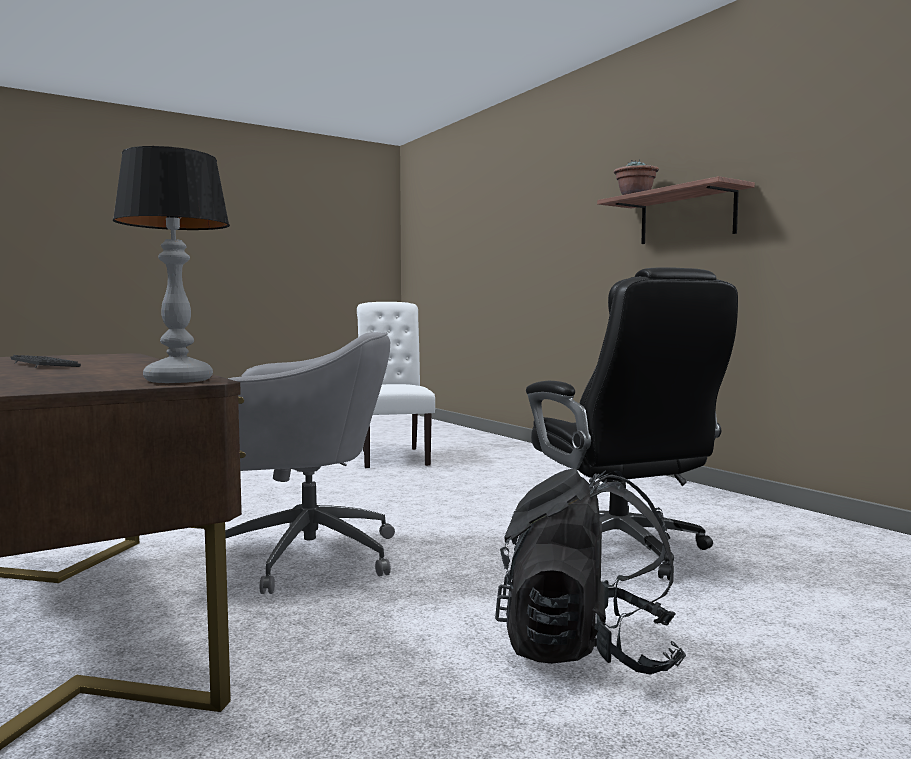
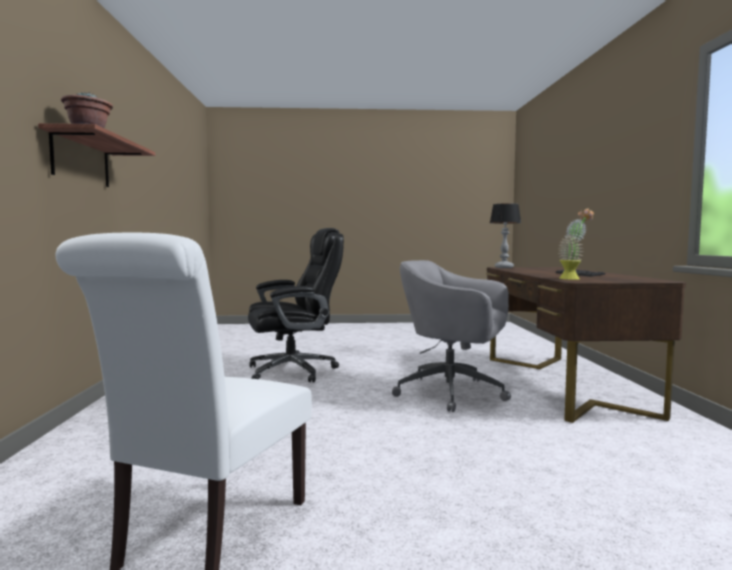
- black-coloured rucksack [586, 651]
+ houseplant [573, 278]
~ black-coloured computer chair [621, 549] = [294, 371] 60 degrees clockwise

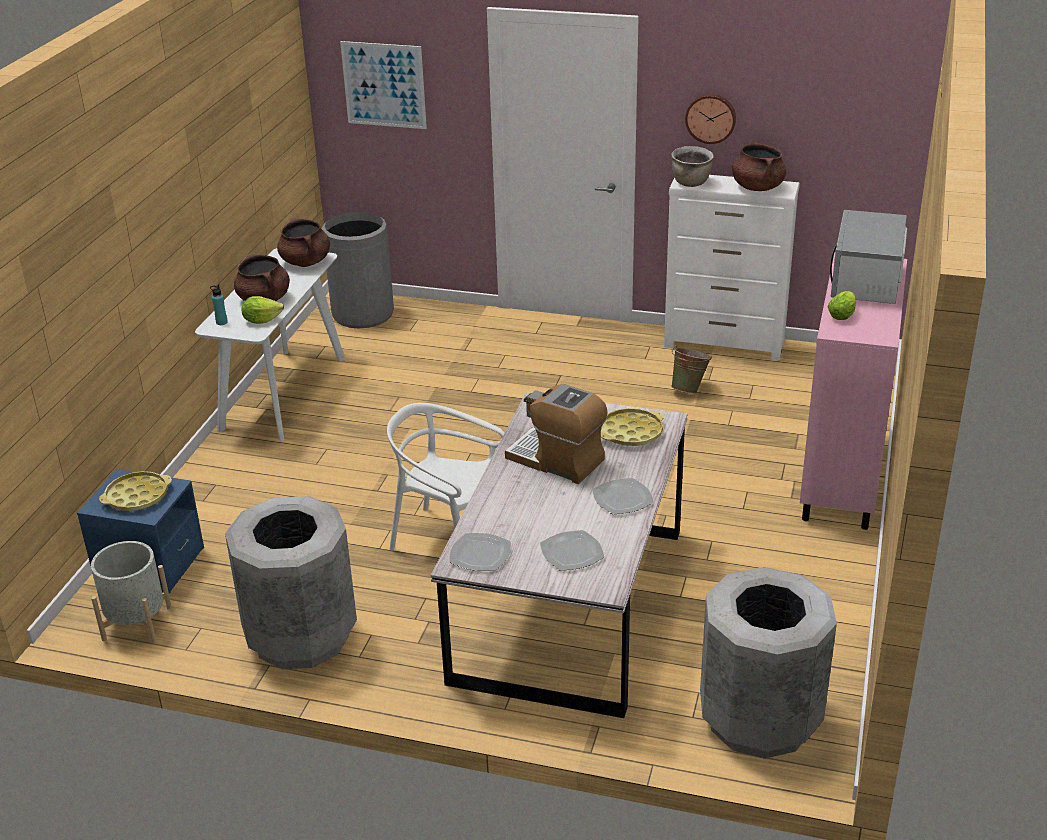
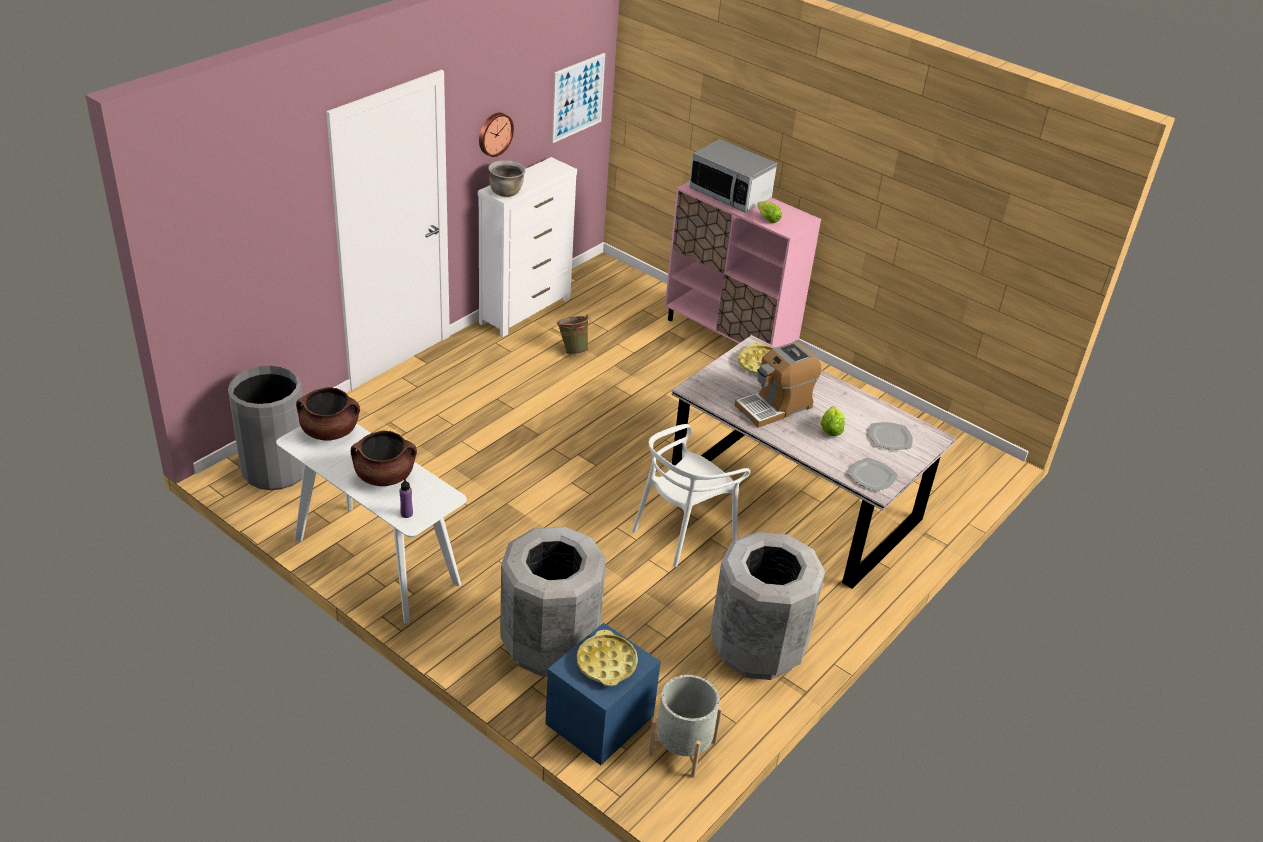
- dinner plate [623, 498]
- brown stockpot [757, 187]
~ lettuce [261, 320] to [830, 430]
~ picture [384, 85] to [578, 97]
~ greyish trash can [760, 719] to [550, 644]
~ blue-green bottle [221, 322] to purple-coloured bottle [406, 514]

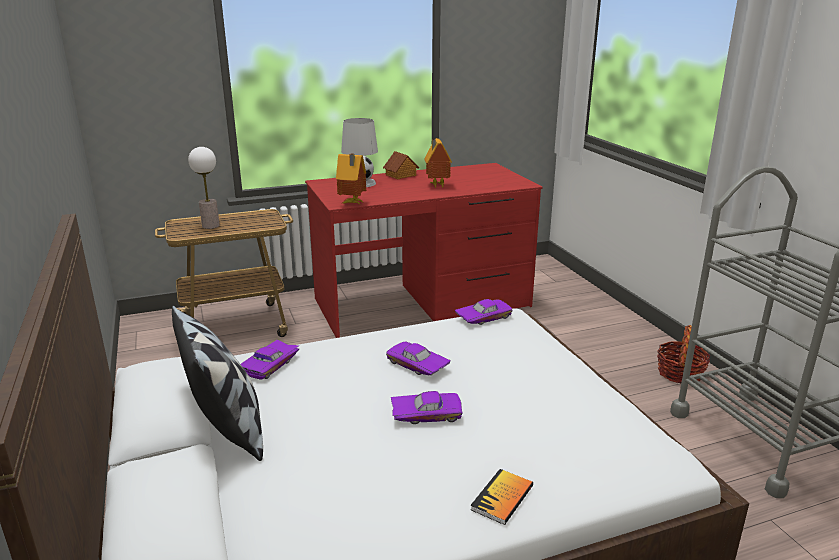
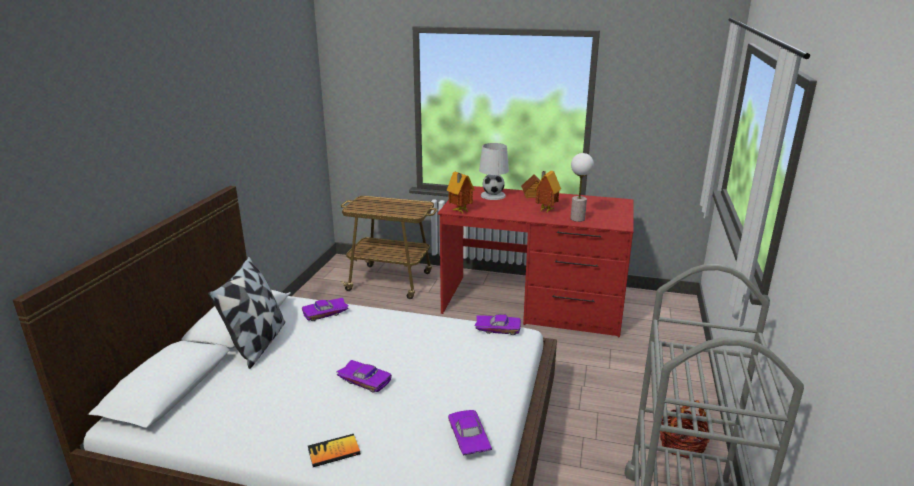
~ lamp for a table [211, 226] to [577, 219]
~ purple-coloured miniature car [416, 366] to [467, 438]

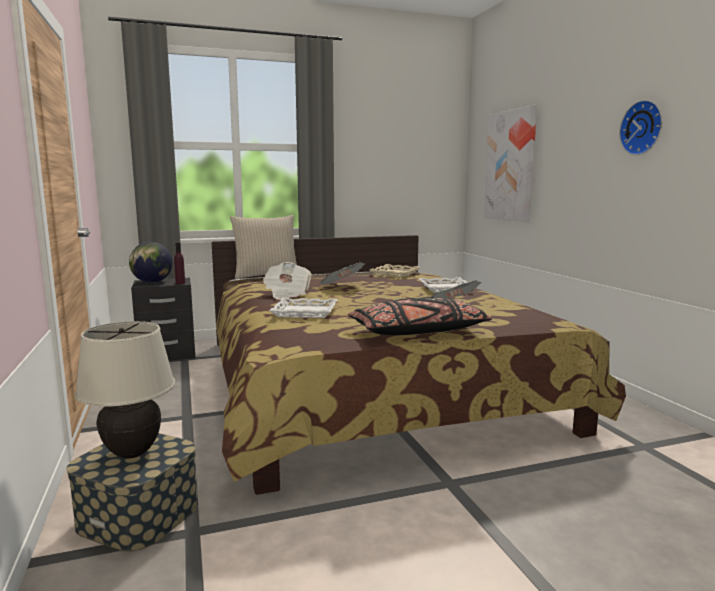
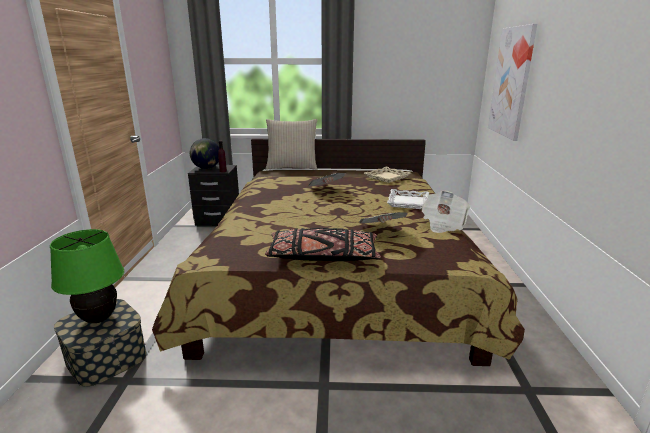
- white serving tray [304, 312]
- hanging clock [643, 128]
~ daily paper [287, 294] to [443, 224]
~ beige lamp for a table [132, 453] to green-coloured lamp for a table [99, 318]

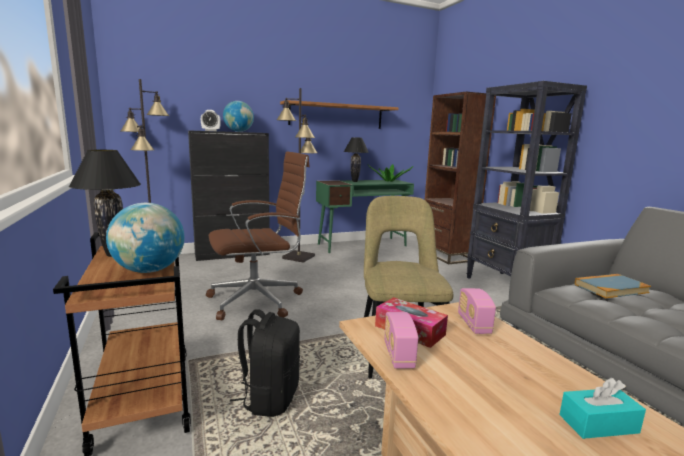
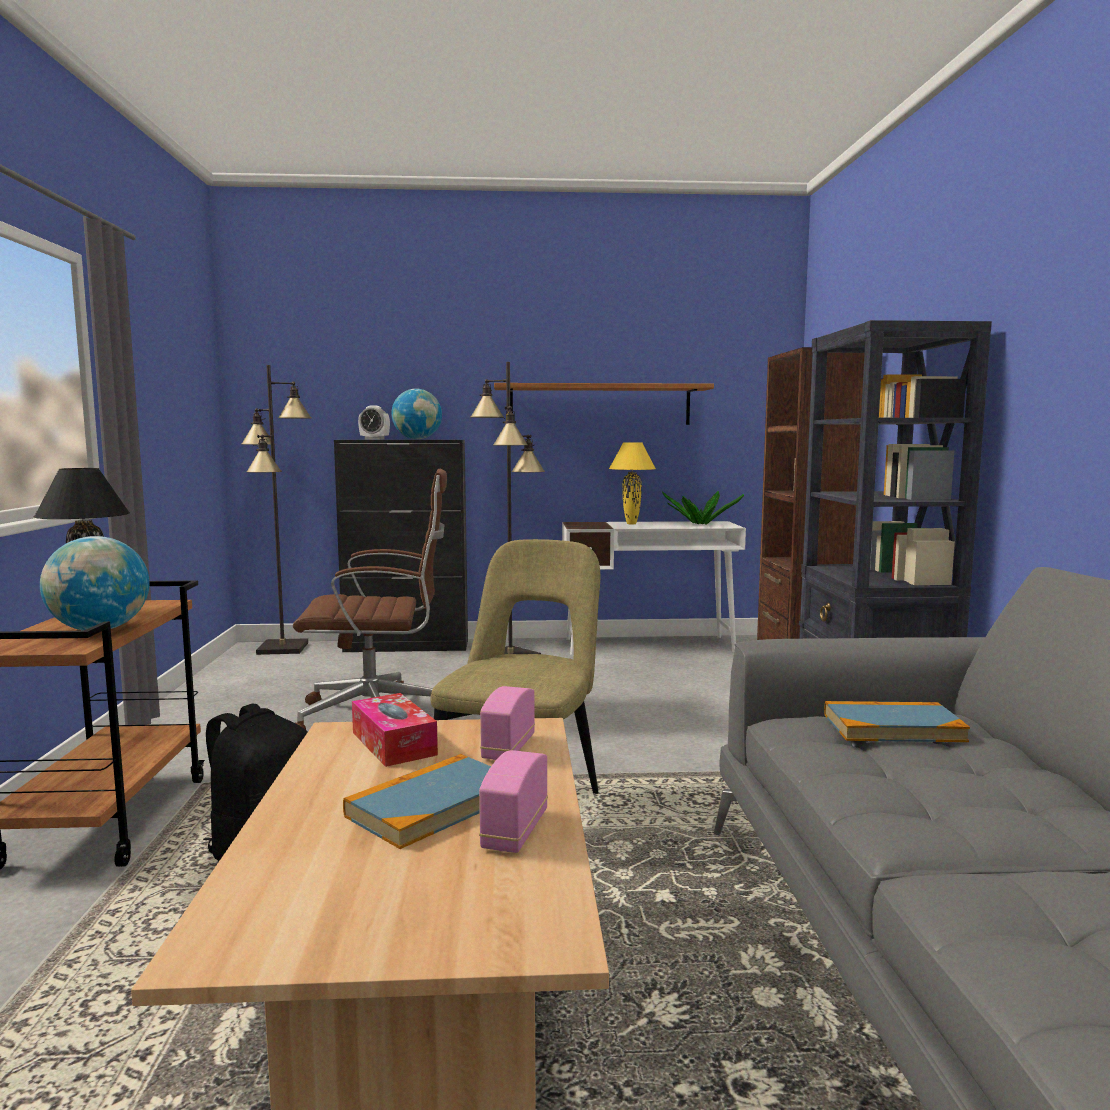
- blue-green tissue box [598, 424]
+ volume [432, 805]
~ radio receiver [398, 355] to [515, 831]
~ green-coloured desk [362, 245] to white desk [649, 645]
~ black-coloured lamp for a table [355, 181] to yellowish lamp for a table [631, 524]

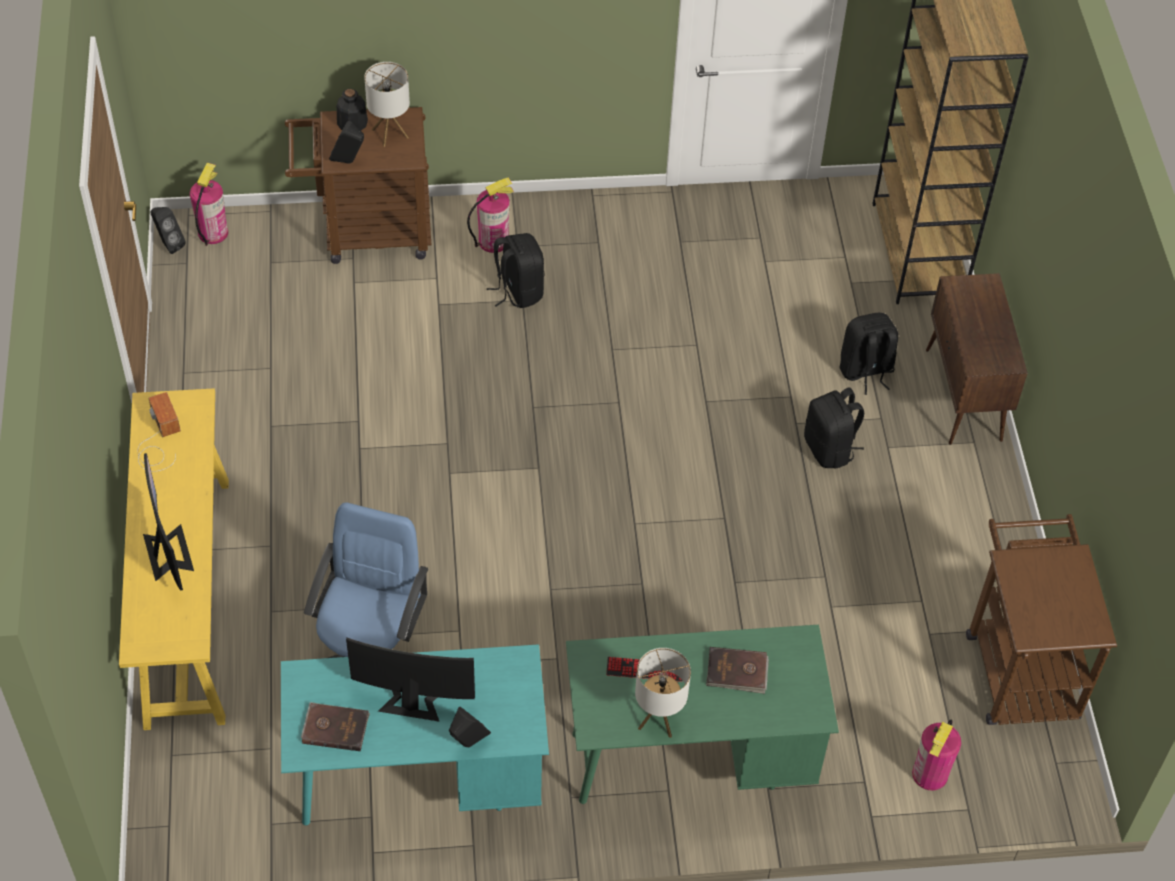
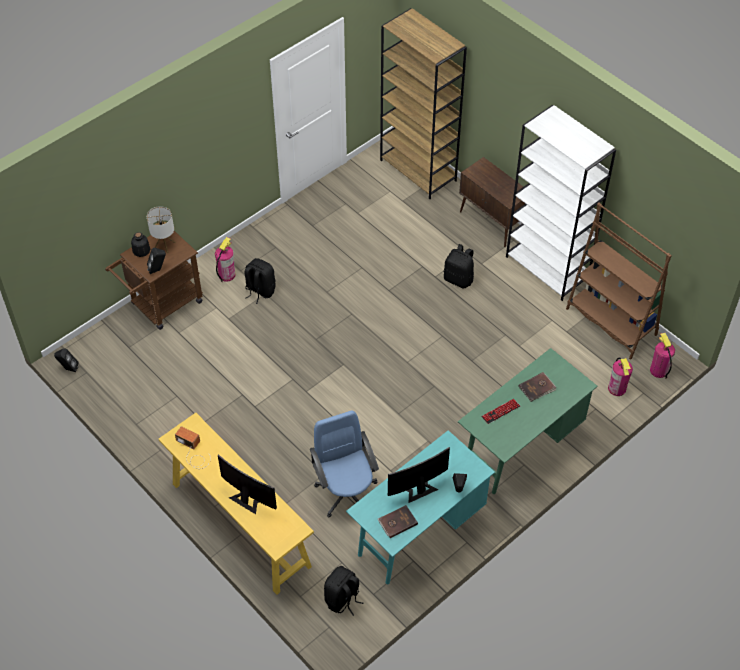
- lamp for a table [658, 718]
+ white bookshelf [547, 268]
~ fire extinguisher [213, 233] to [658, 370]
~ black-coloured rucksack [865, 371] to [342, 599]
~ brown wheeled cart [1019, 665] to brown bookshelf [611, 322]

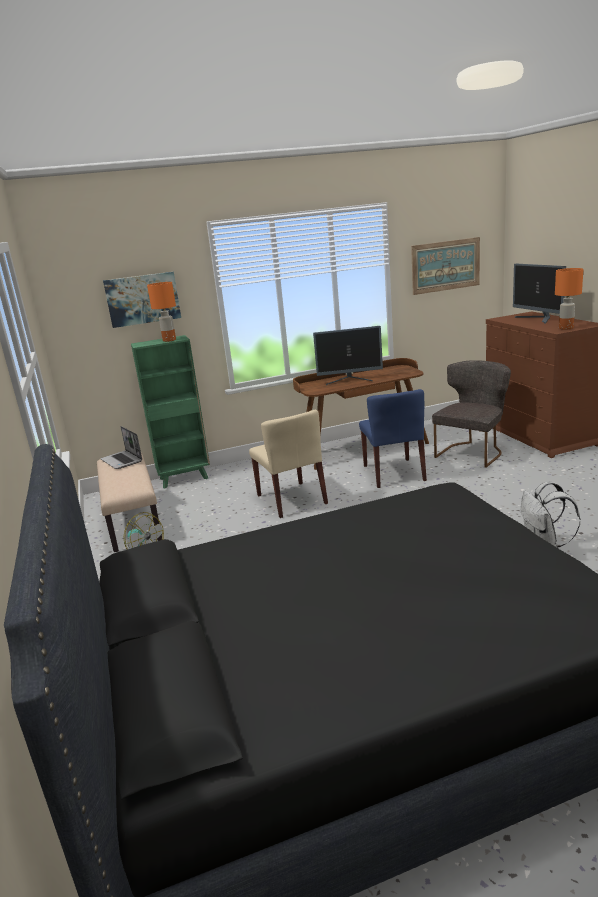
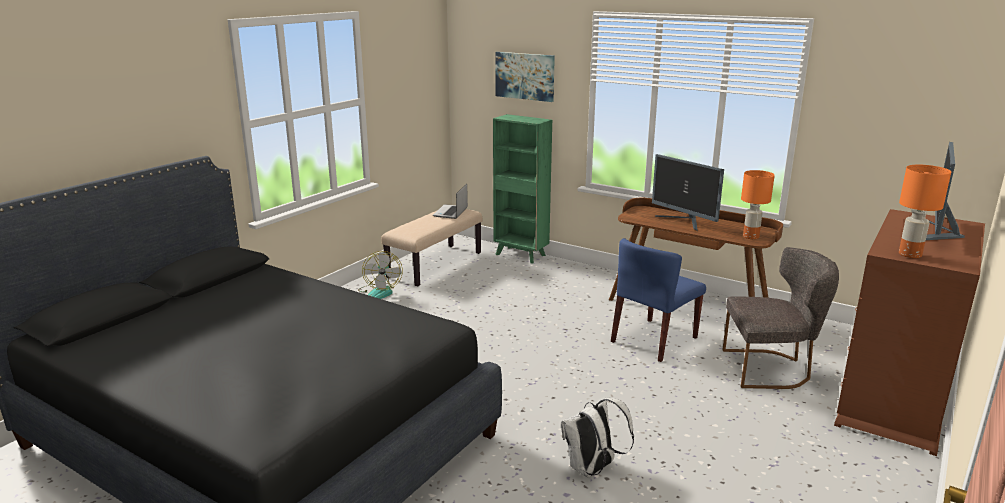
- beige upright chair [292, 499]
- picture [445, 265]
~ orangey lamp for a table [170, 340] to [751, 237]

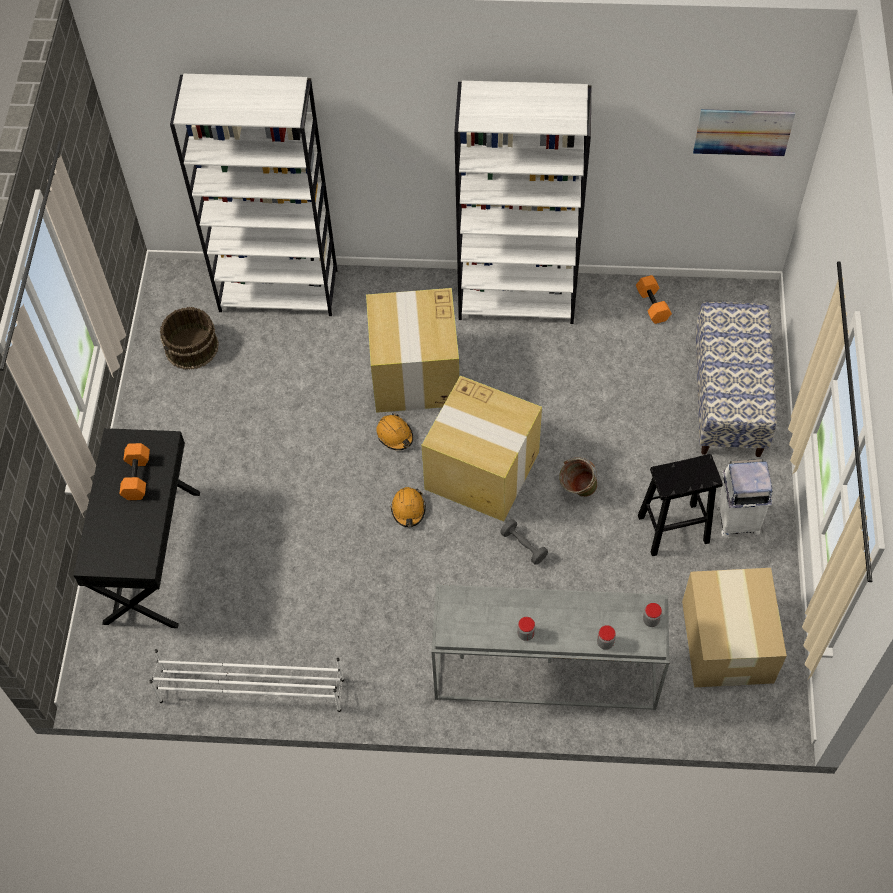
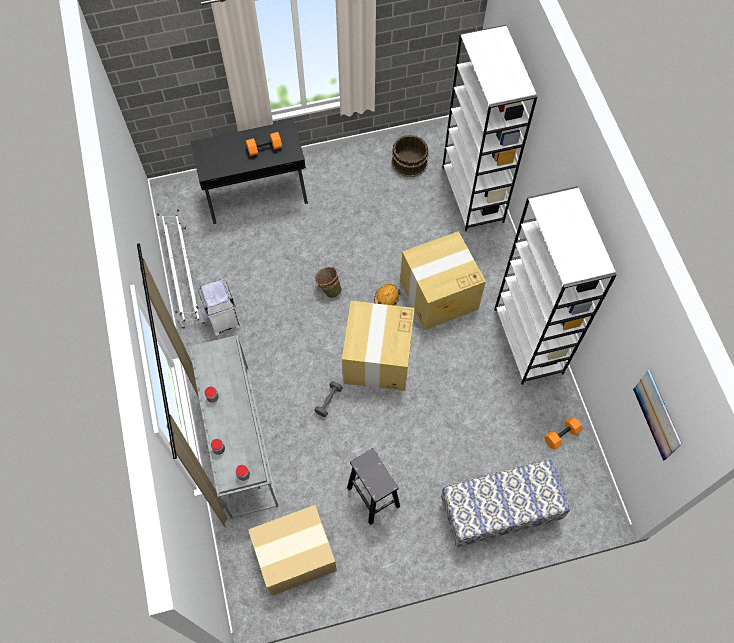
- orangey work helmet [408, 509]
~ green-coloured pail [577, 491] to [329, 289]
~ white trash can [737, 519] to [224, 320]

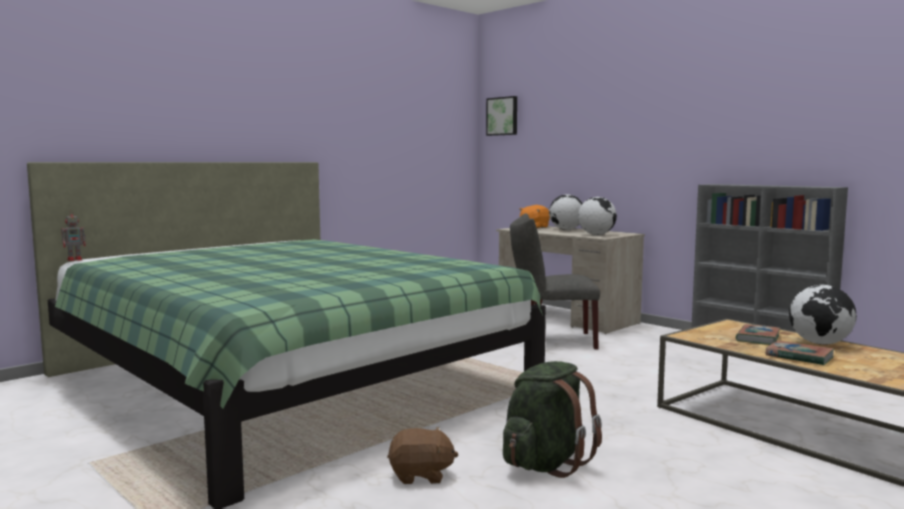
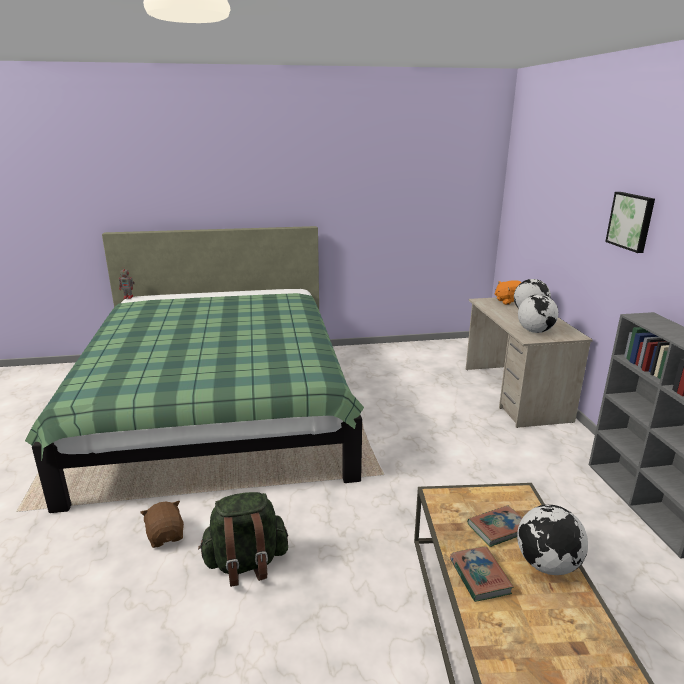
- greyish upright chair [551, 340]
~ picture [502, 116] to [631, 221]
~ brown plush toy [421, 475] = [166, 536] 150 degrees counterclockwise

